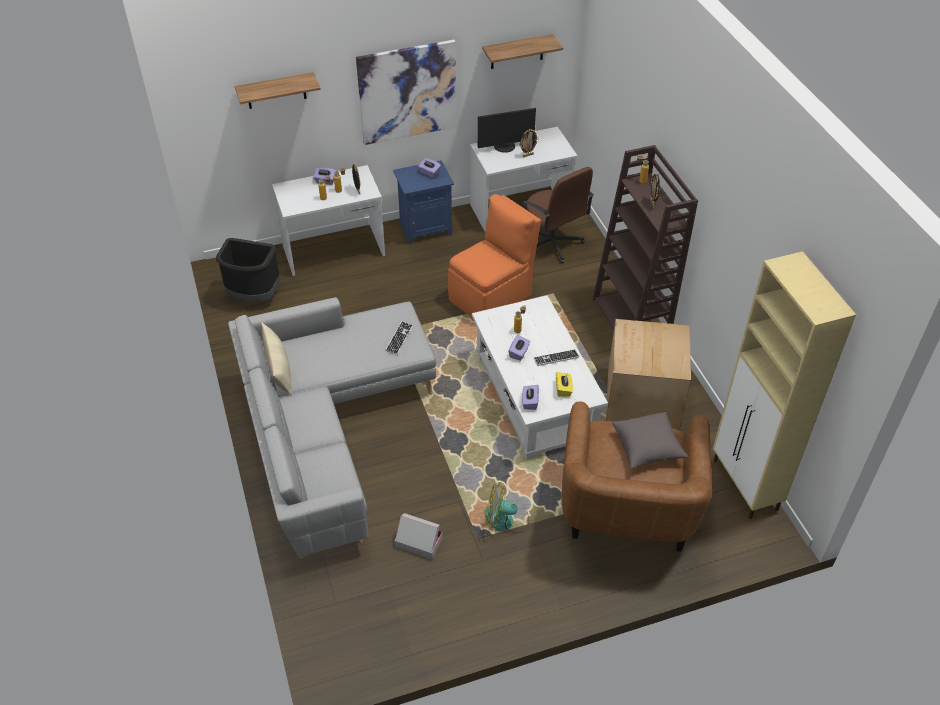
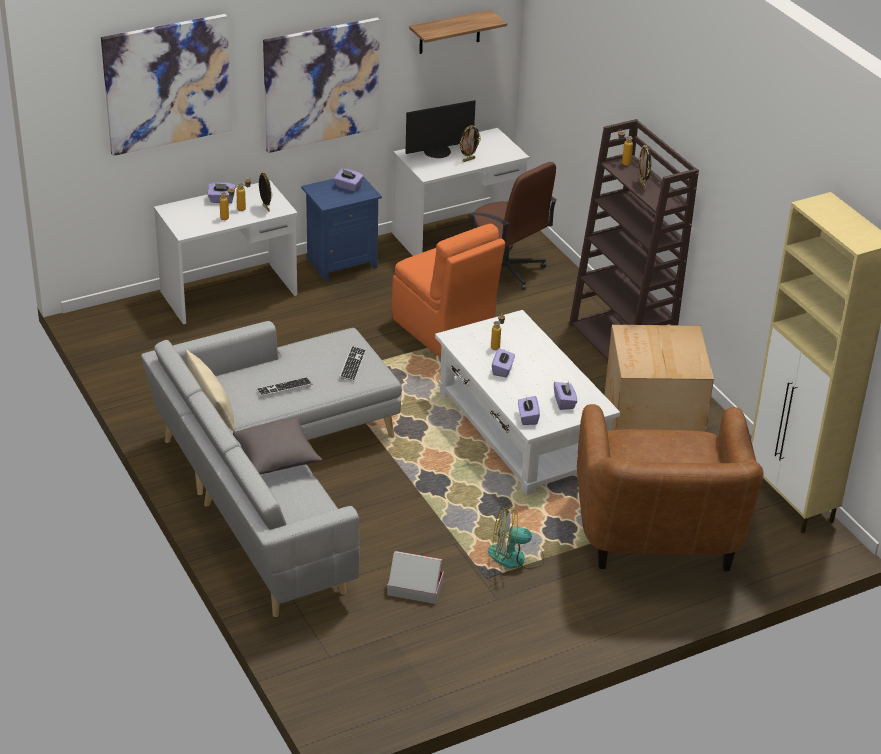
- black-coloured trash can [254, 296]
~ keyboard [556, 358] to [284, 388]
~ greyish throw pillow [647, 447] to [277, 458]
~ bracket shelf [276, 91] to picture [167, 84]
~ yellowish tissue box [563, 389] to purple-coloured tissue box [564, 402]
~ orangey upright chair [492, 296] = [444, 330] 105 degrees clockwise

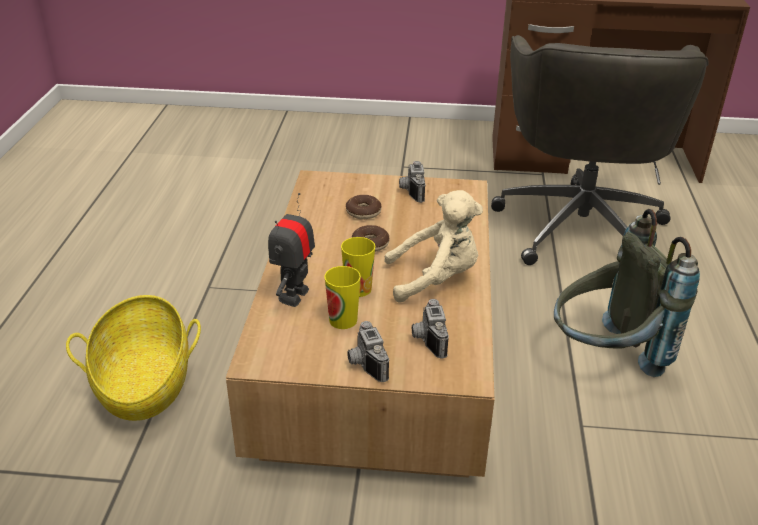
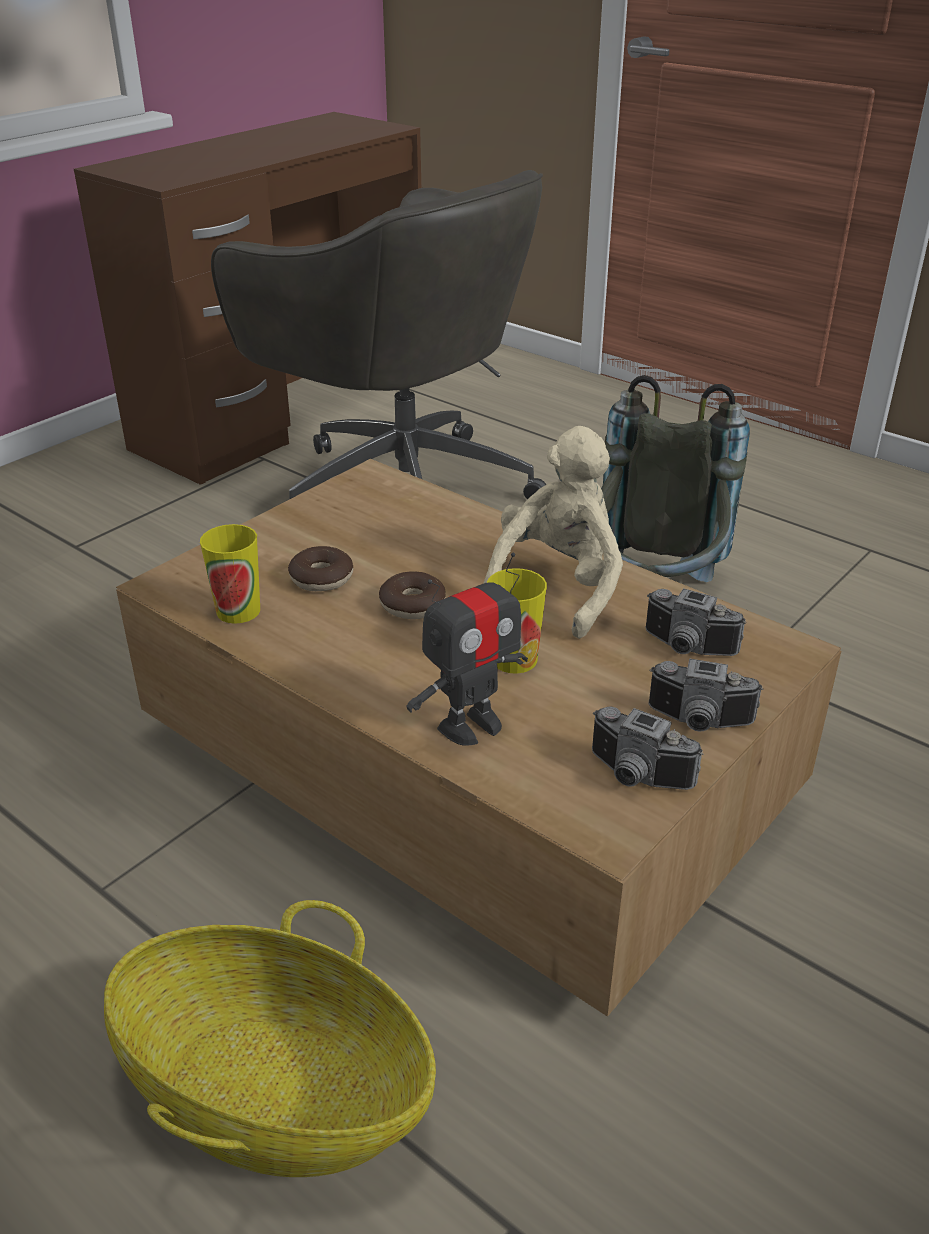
~ drinking cup [343, 320] to [238, 611]
~ photo camera [411, 191] to [635, 777]
~ robot figure [294, 295] = [470, 725] 90 degrees counterclockwise

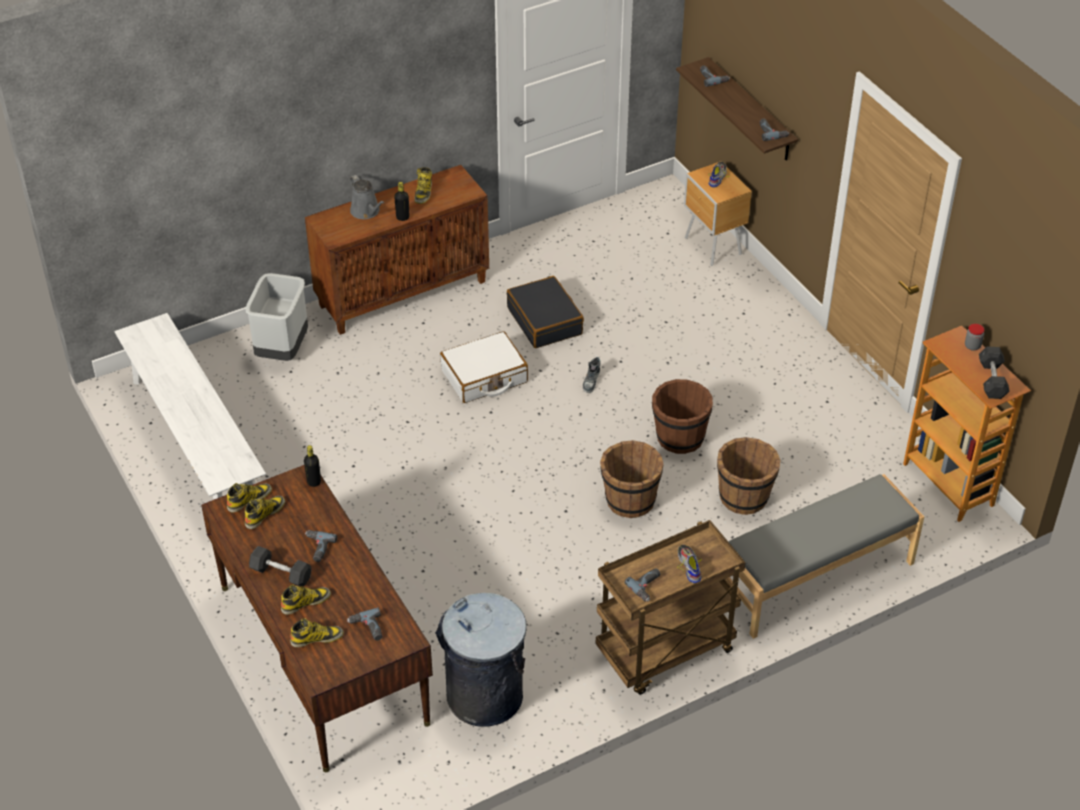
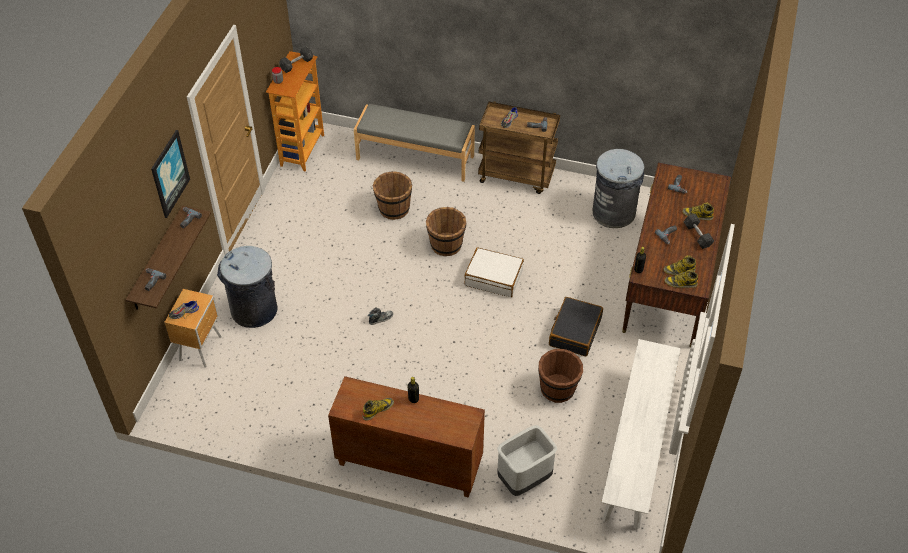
- tall boot [317, 638]
- greyish watering pot [366, 211]
+ picture [169, 173]
+ greyish trash can [254, 310]
~ white suitcase [484, 377] to [494, 277]
~ black-coloured suitcase [545, 321] to [574, 332]
~ brown pail [679, 437] to [558, 389]

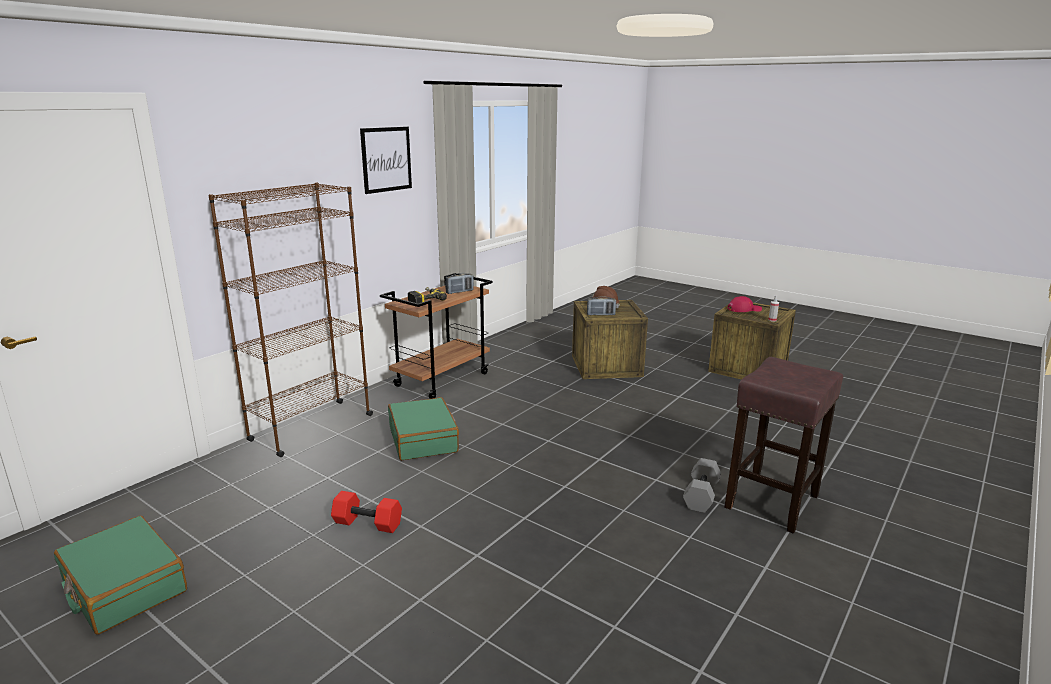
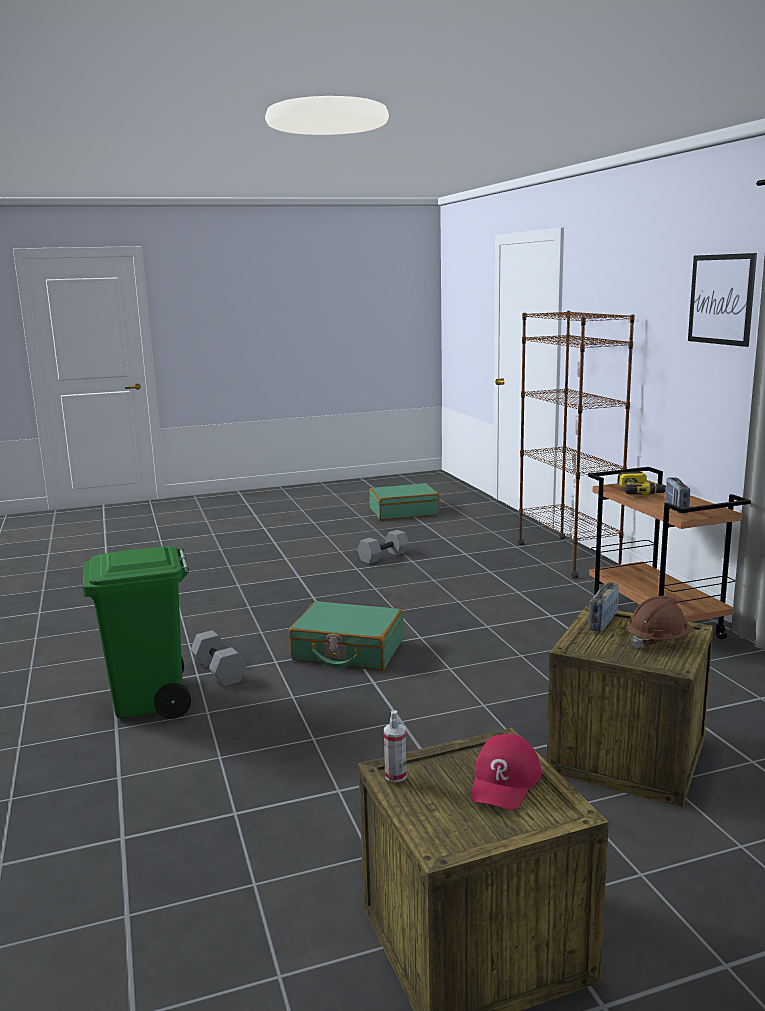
~ green-coloured suitcase [423, 439] to [348, 651]
~ brown stool [772, 501] to green-coloured trash can [150, 702]
~ red-coloured dumbbell [368, 523] to greyish dumbbell [383, 557]

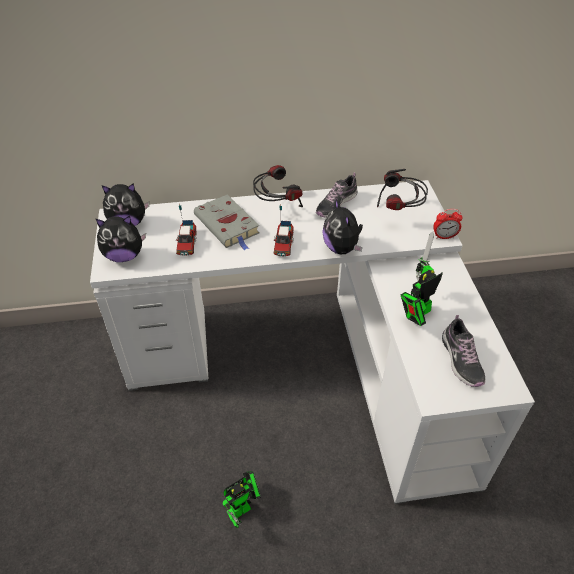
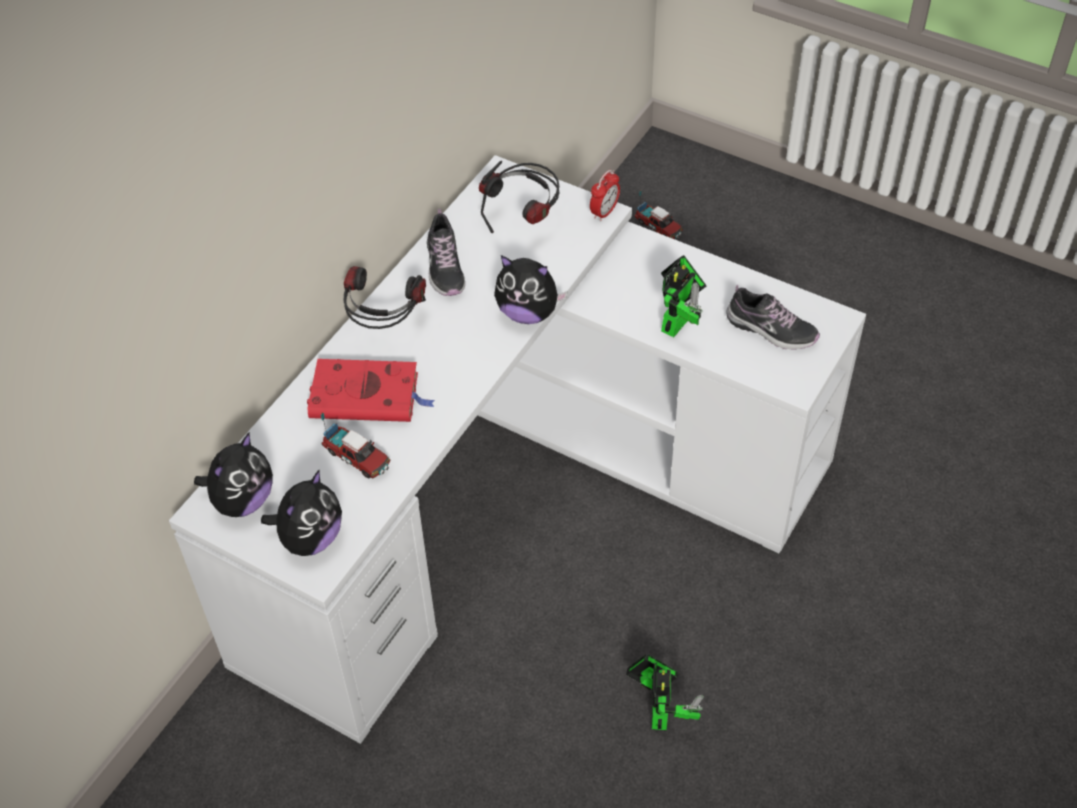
~ toy truck [283, 244] to [659, 227]
~ greyish volume [228, 225] to red-coloured volume [368, 396]
~ robot figure [416, 314] = [678, 321] 150 degrees counterclockwise

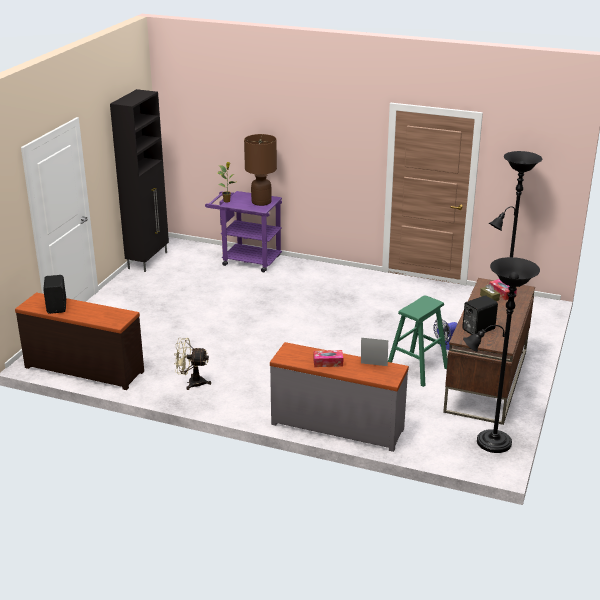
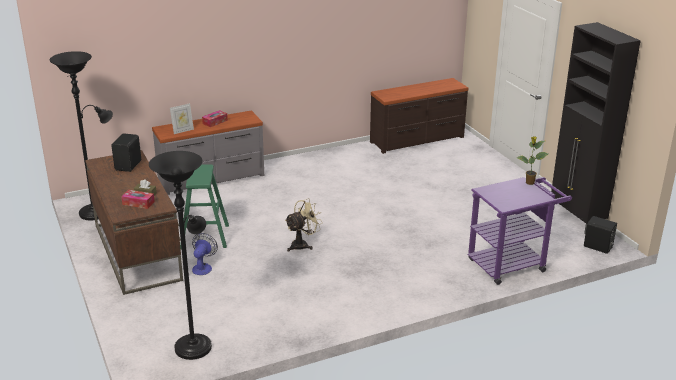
- brown lamp for a table [261, 202]
~ black-coloured audio speaker [57, 307] to [598, 247]
~ beige fan [191, 383] to [302, 244]

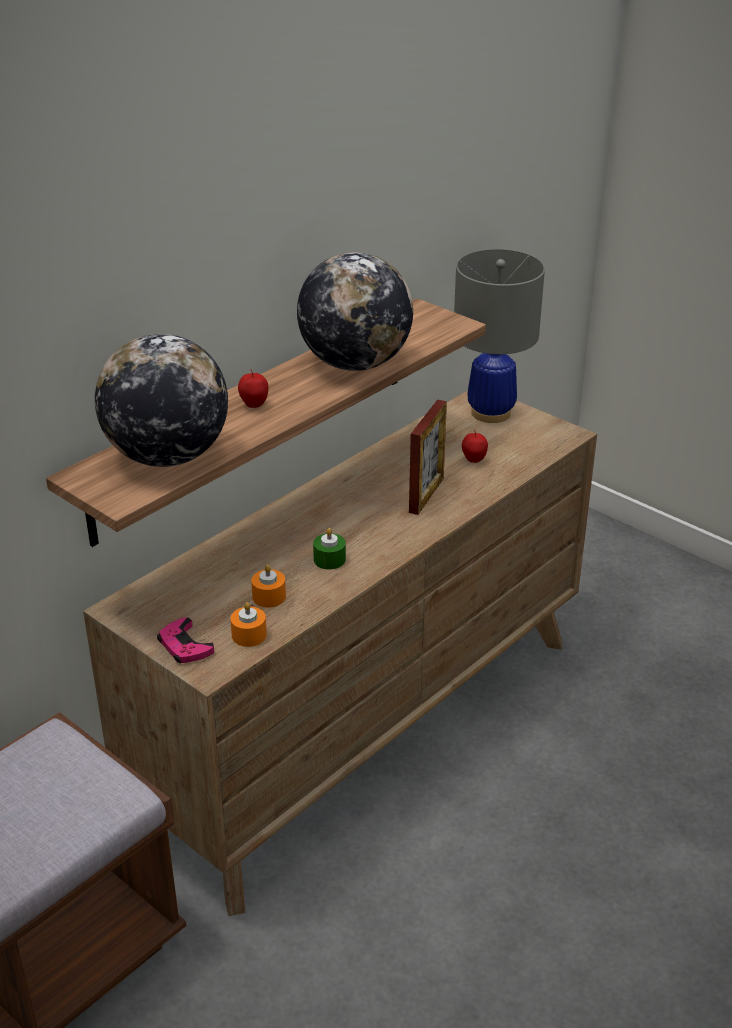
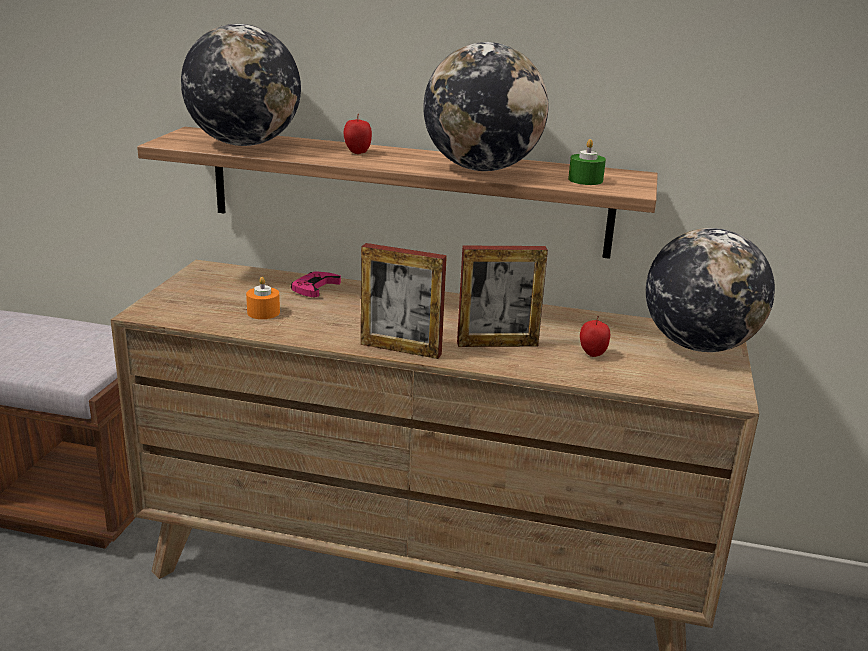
- orangey wax candle [249, 635]
+ picture frame [400, 349]
~ pink-coloured joypad [184, 646] to [314, 288]
~ green-coloured wax candle [329, 559] to [585, 180]
~ greyish lamp for a table [490, 412] to globe [698, 346]

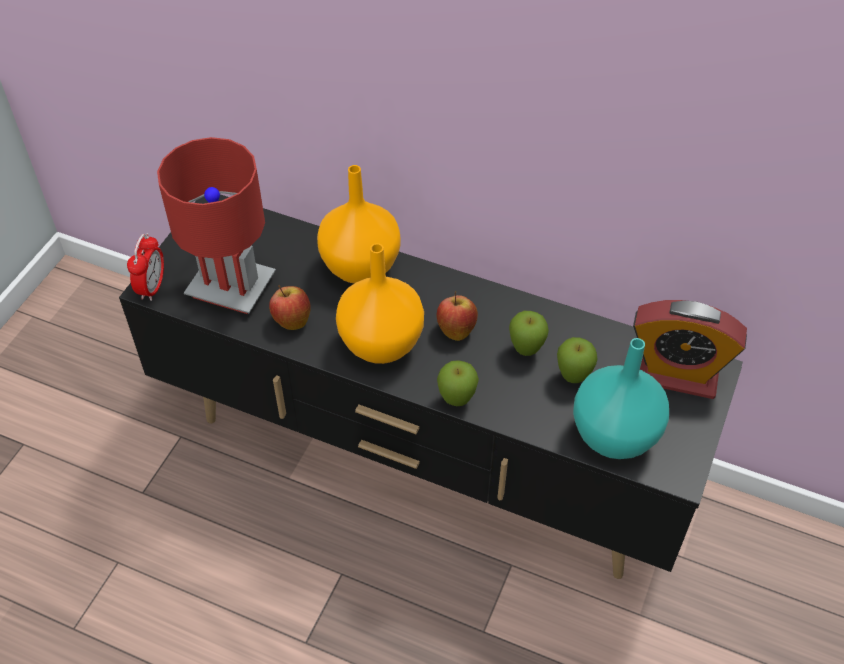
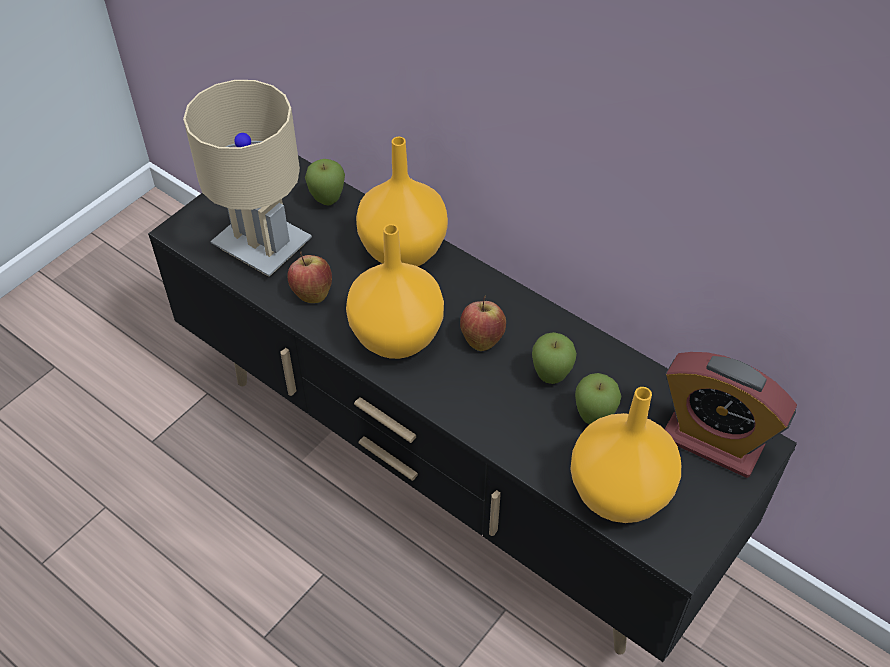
- table clock [152, 287]
~ apple [456, 401] to [328, 202]
~ red-coloured lamp for a table [231, 287] to beige lamp for a table [263, 245]
~ blue-green decorative vase [614, 437] to orangey decorative vase [618, 495]

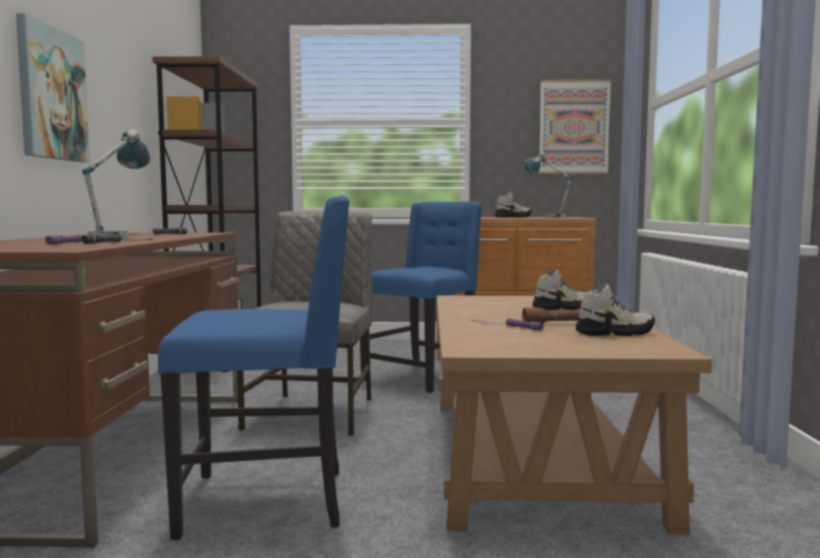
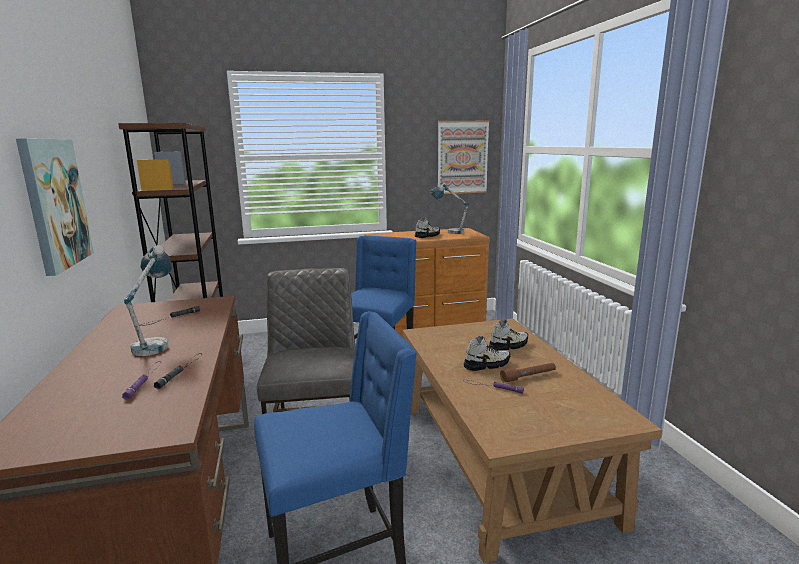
~ item of footwear [614, 333] to [487, 365]

